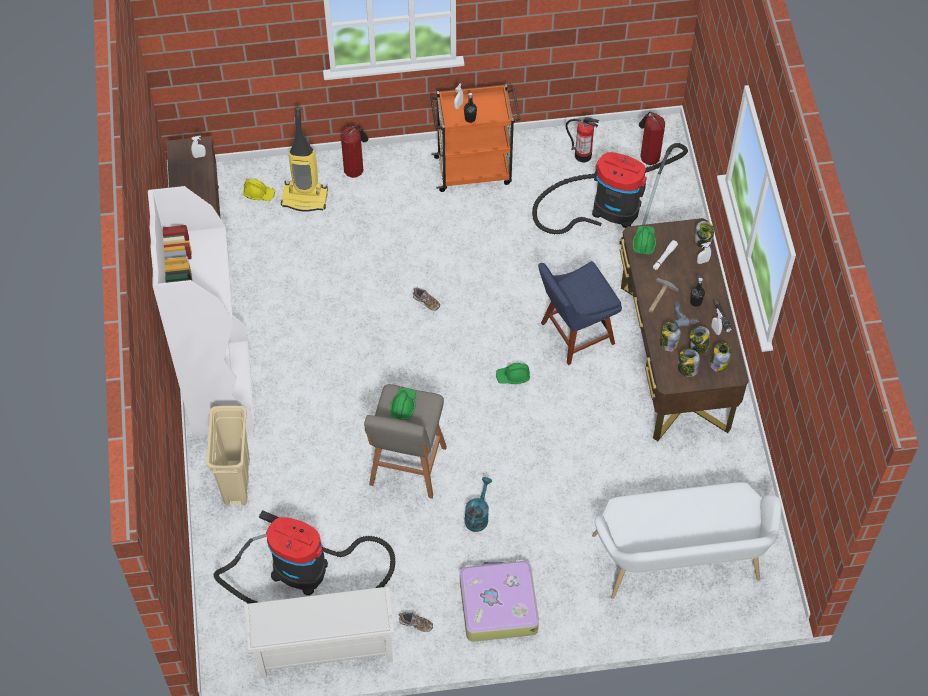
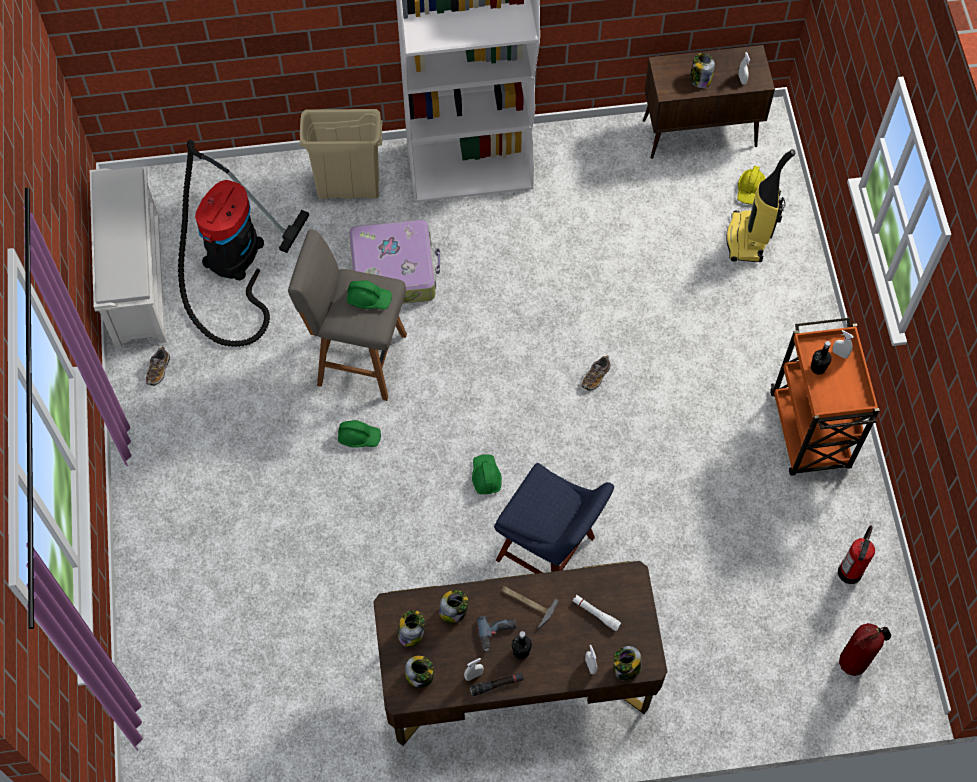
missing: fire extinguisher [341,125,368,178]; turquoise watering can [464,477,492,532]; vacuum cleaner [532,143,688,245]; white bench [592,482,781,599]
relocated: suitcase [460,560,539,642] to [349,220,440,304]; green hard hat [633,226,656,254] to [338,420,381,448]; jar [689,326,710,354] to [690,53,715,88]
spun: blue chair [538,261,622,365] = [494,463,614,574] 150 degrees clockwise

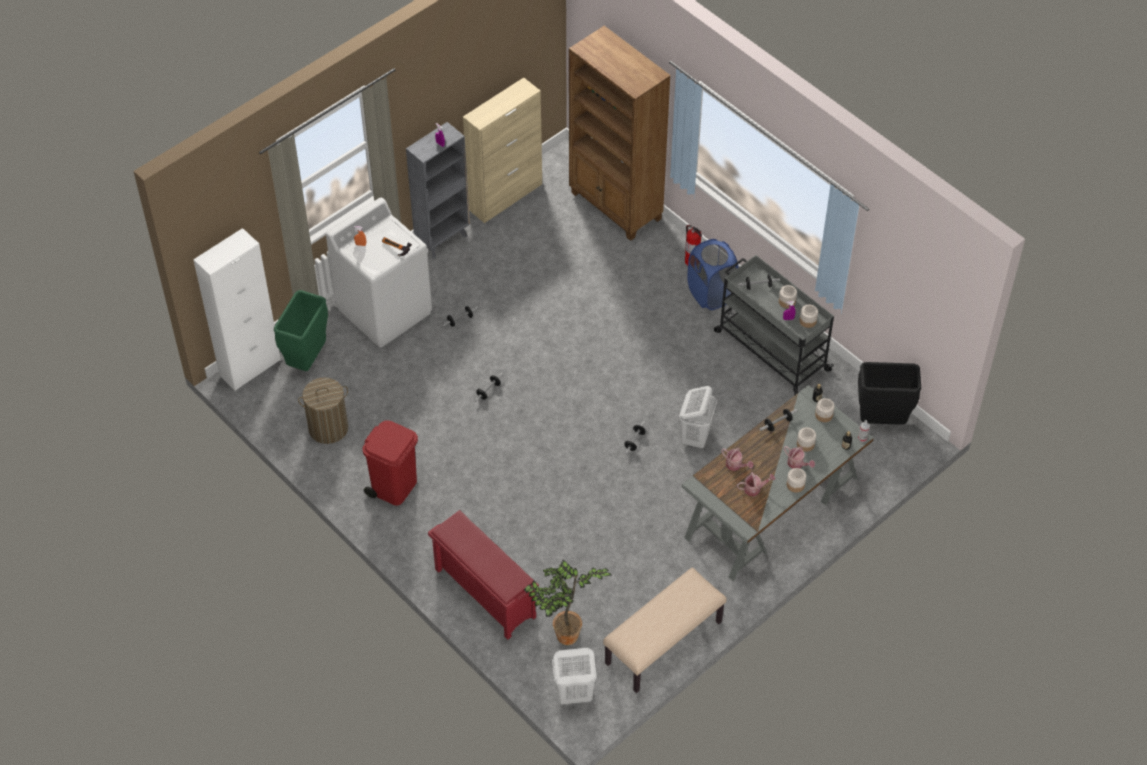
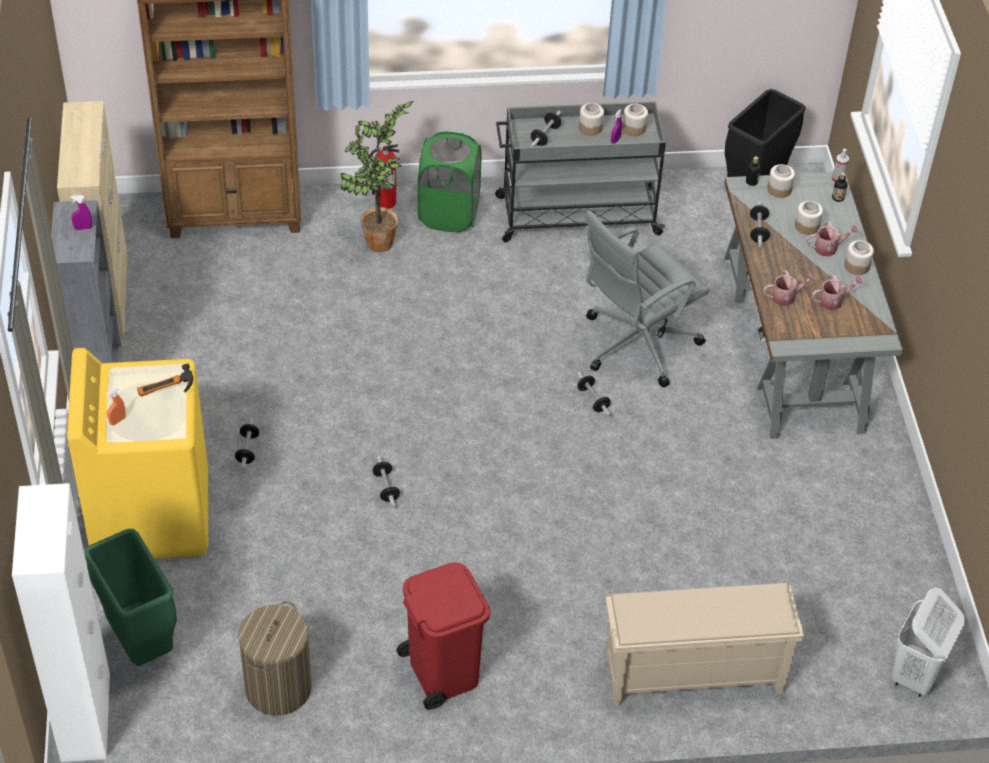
missing: beige bench [603,567,727,693]
relocated: potted plant [524,560,611,645] to [340,101,414,252]
exchanged: white laundry basket [679,386,717,448] to grey office chair [585,210,709,387]
colour: white washing machine [326,198,432,348] to yellow washing machine [67,348,208,559]; red shoe rack [428,510,539,640] to beige shoe rack [605,583,804,706]; blue laundry basket [687,239,739,310] to green laundry basket [418,131,481,232]
spun: watering can [737,472,775,496] = [812,274,863,310] 45 degrees clockwise

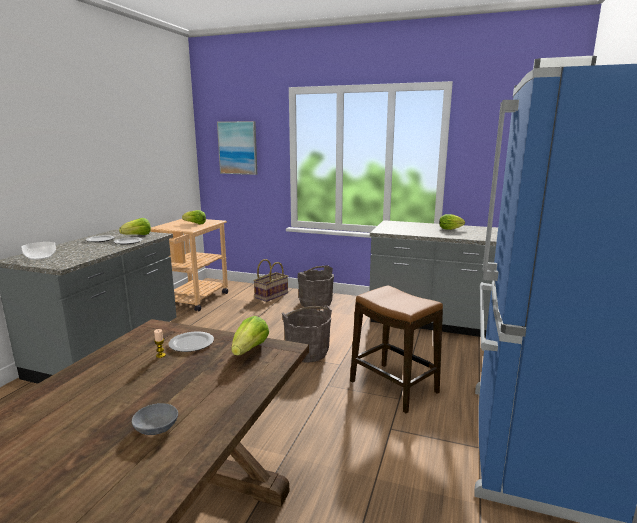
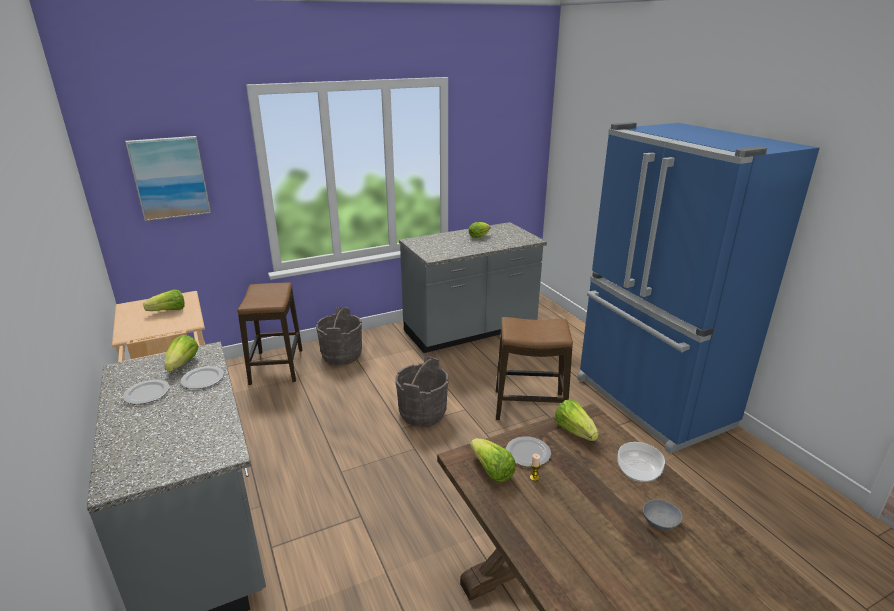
appeared: lettuce [470,438,516,483]
relocated: bowl [21,242,56,260] to [617,442,665,482]
exchanged: basket [253,259,288,302] to stool [237,282,302,385]

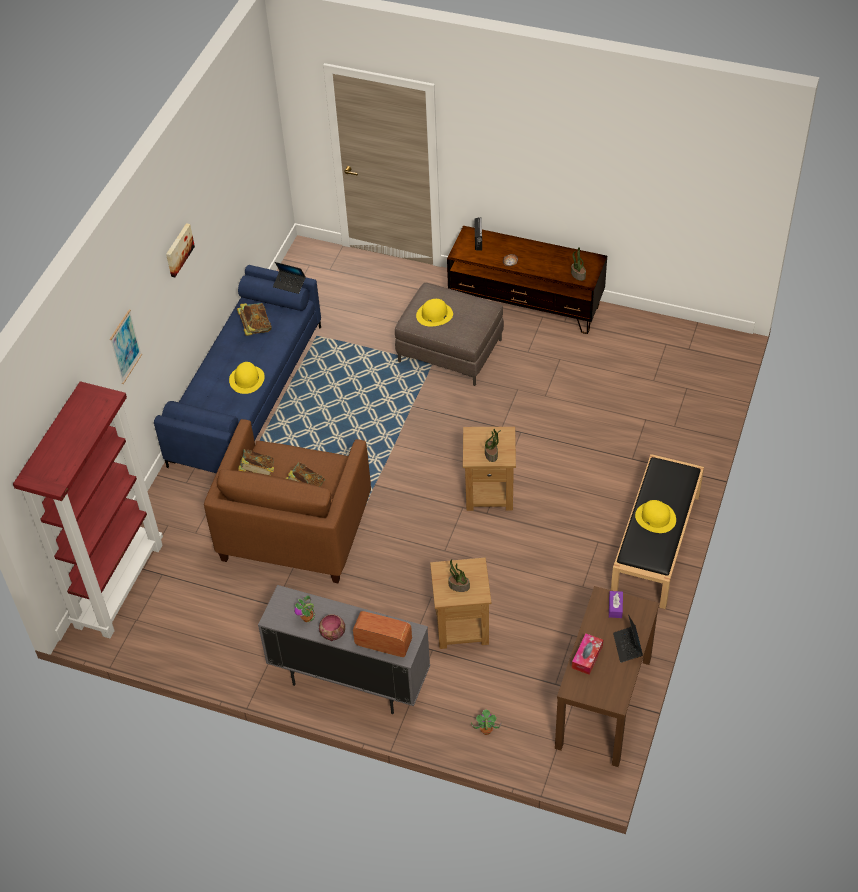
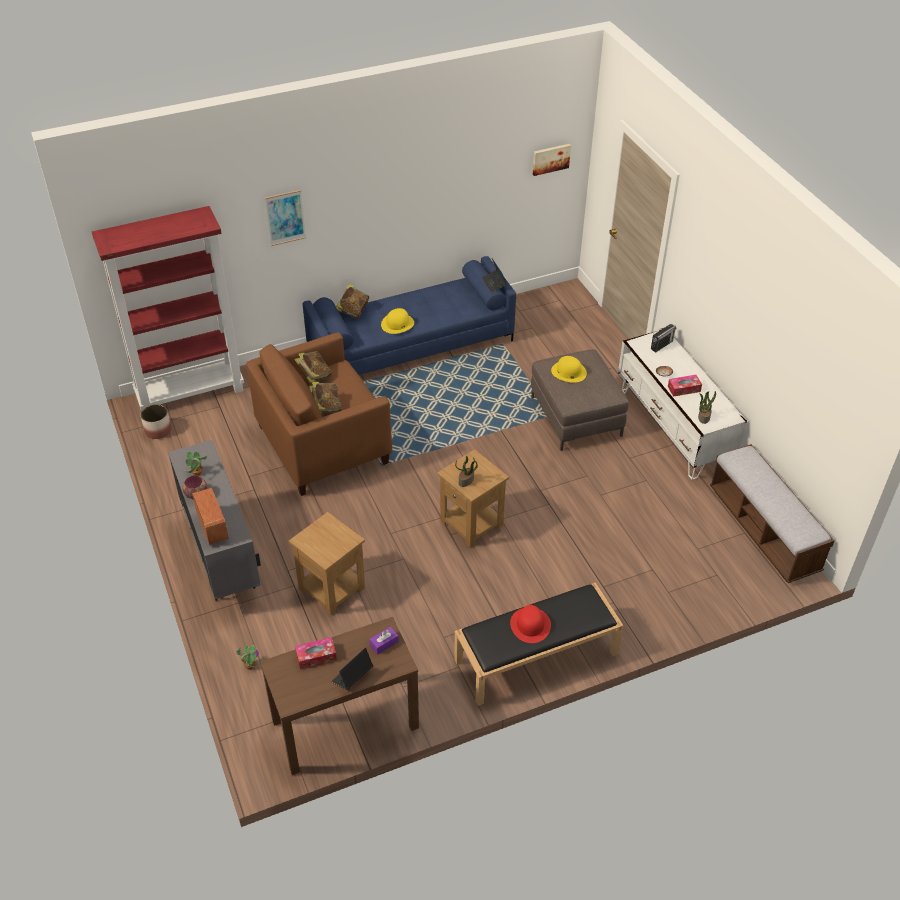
missing: potted plant [448,559,470,592]
appeared: planter [141,404,172,439]; tissue box [668,375,702,397]; bench [710,444,835,583]
relocated: picture [166,223,195,277] to [533,144,571,176]; book [237,303,272,336] to [336,284,369,319]
colour: brown tv stand [447,226,607,334] to white tv stand [618,330,747,480]; yellow hat [635,500,676,533] to red hat [510,605,551,643]

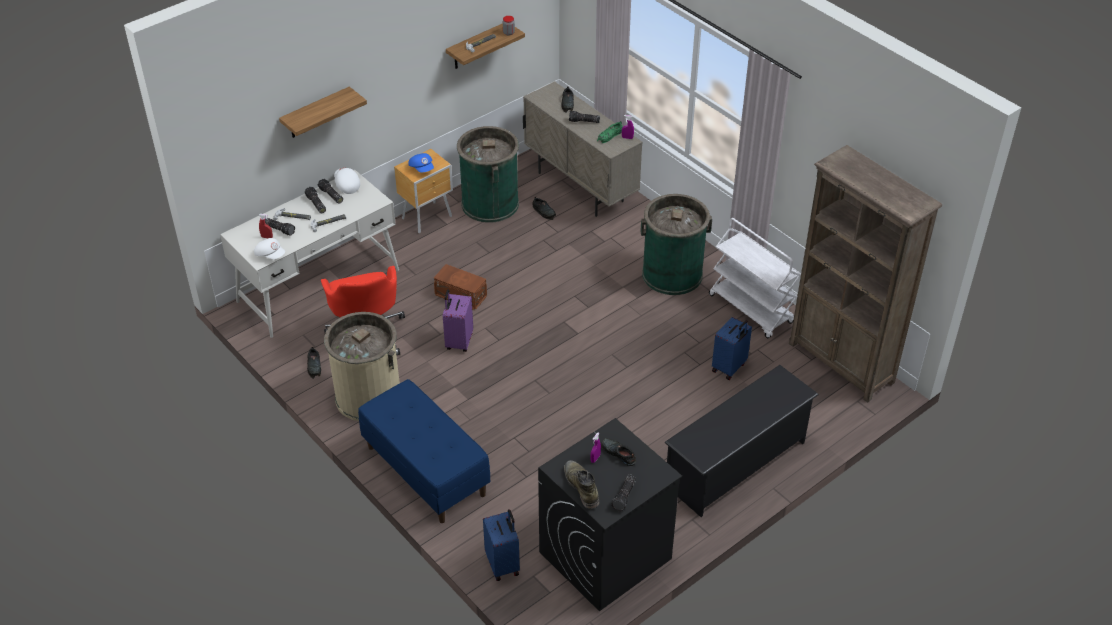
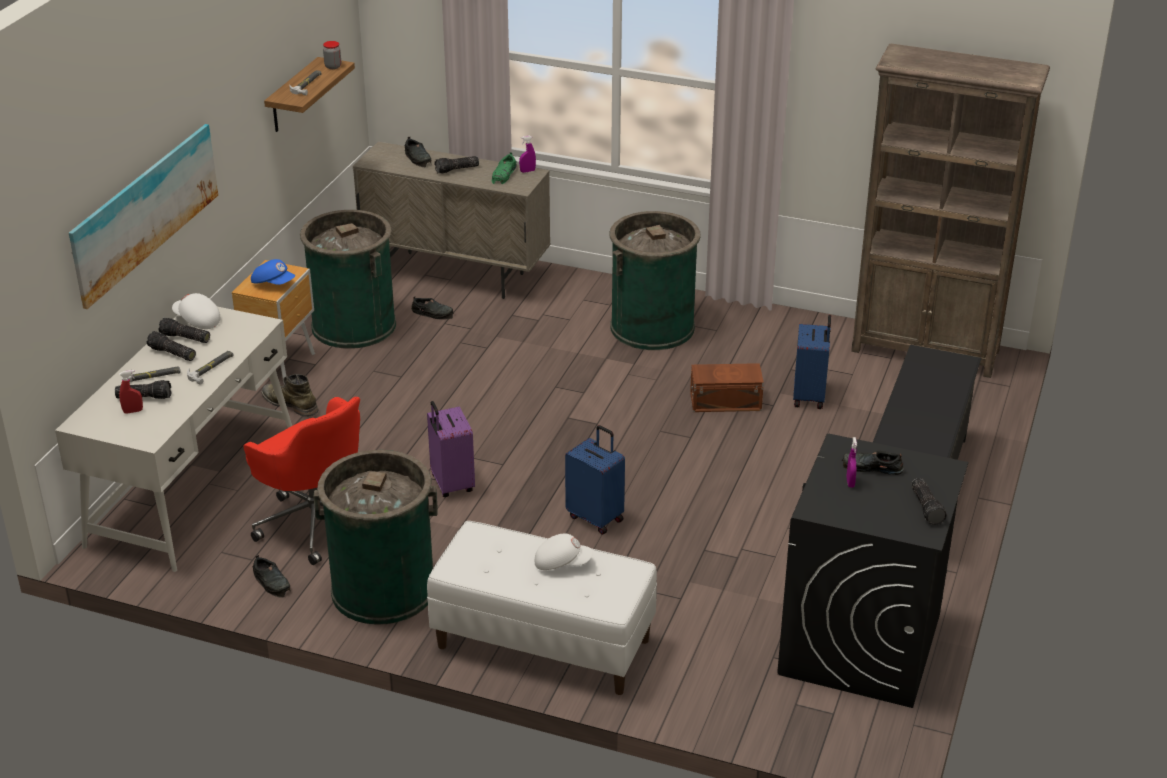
missing: white cart [709,218,801,338]
relocated: white cap [254,238,285,259] to [535,533,593,570]; brown storage box [434,264,487,310] to [690,363,764,412]; blue suitcase [483,509,520,581] to [565,425,625,534]; green boot [564,460,600,509] to [262,374,319,417]
exchanged: shelf [279,87,367,138] to picture [69,124,218,309]
colour: beige trash can [324,312,400,421] to green trash can [313,450,438,625]; blue bench [358,379,490,523] to white bench [427,521,657,695]

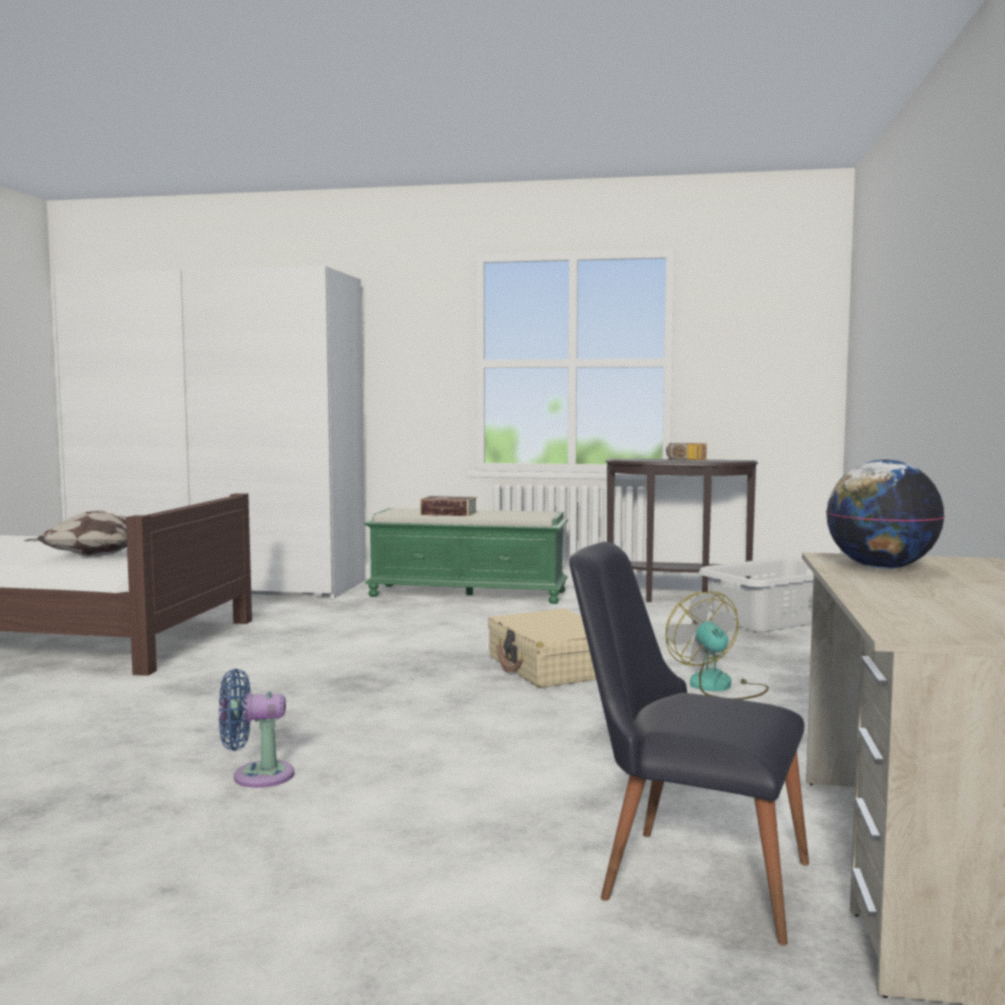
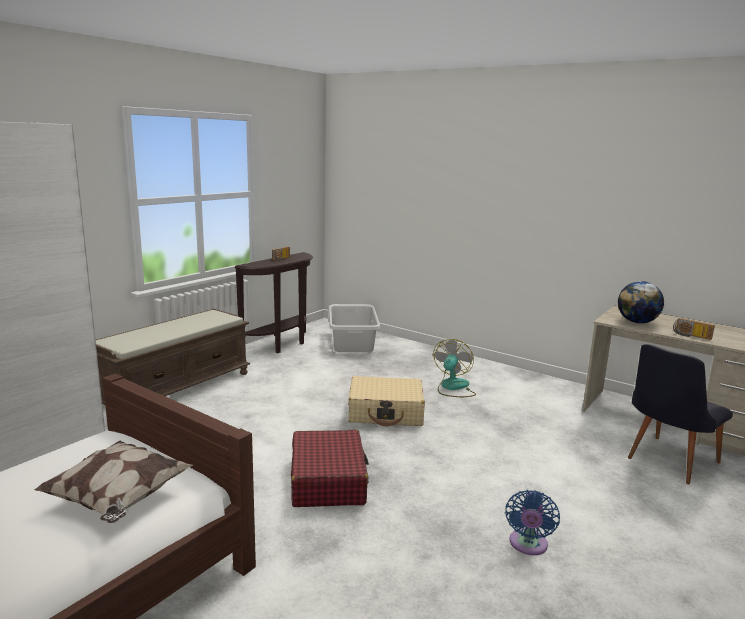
missing: book [420,496,477,516]
appeared: red suitcase [291,430,369,507]; radio [673,318,715,340]
colour: green bench [364,508,568,604] to brown bench [96,309,250,405]
spun: fan [666,591,769,700] = [433,339,476,397] 105 degrees clockwise

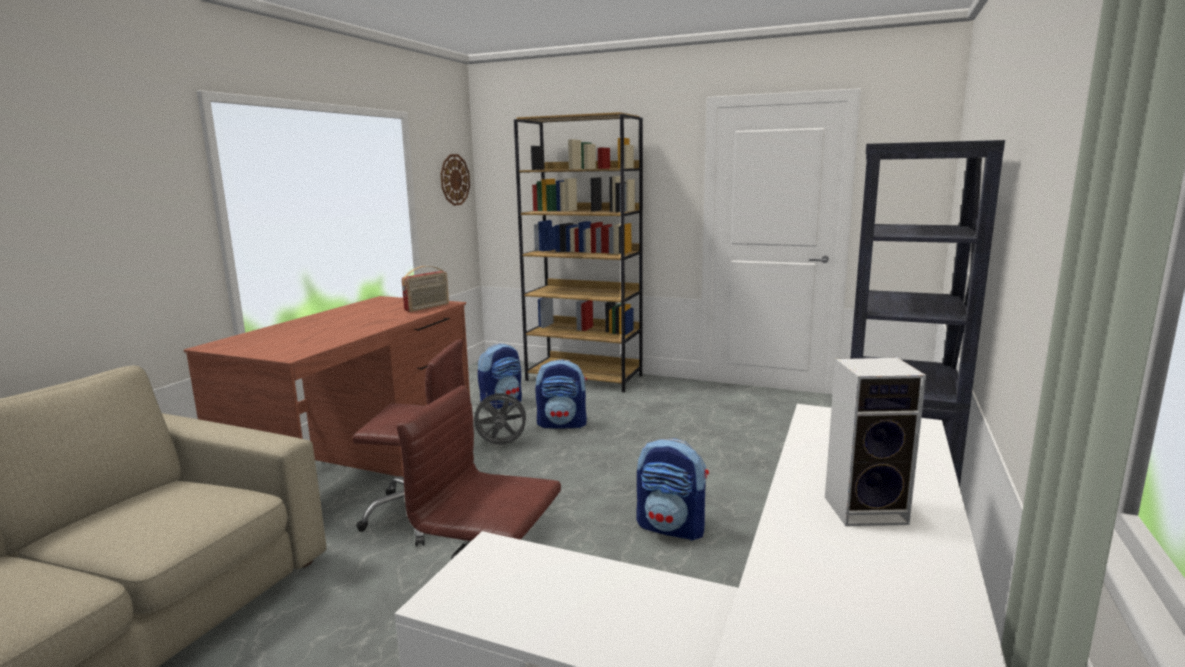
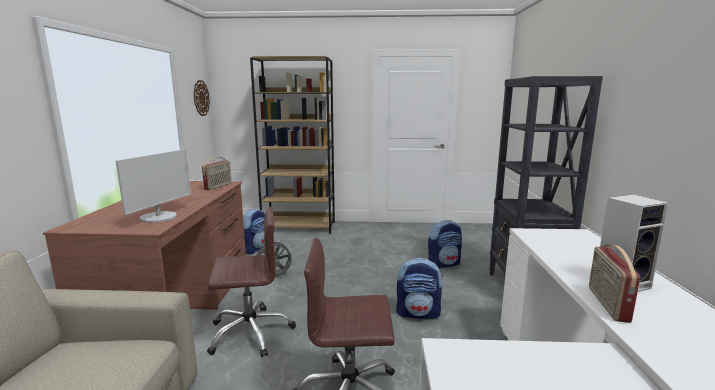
appeared: monitor [116,149,191,223]; radio [589,244,640,323]
relocated: backpack [535,359,587,429] to [428,220,462,268]

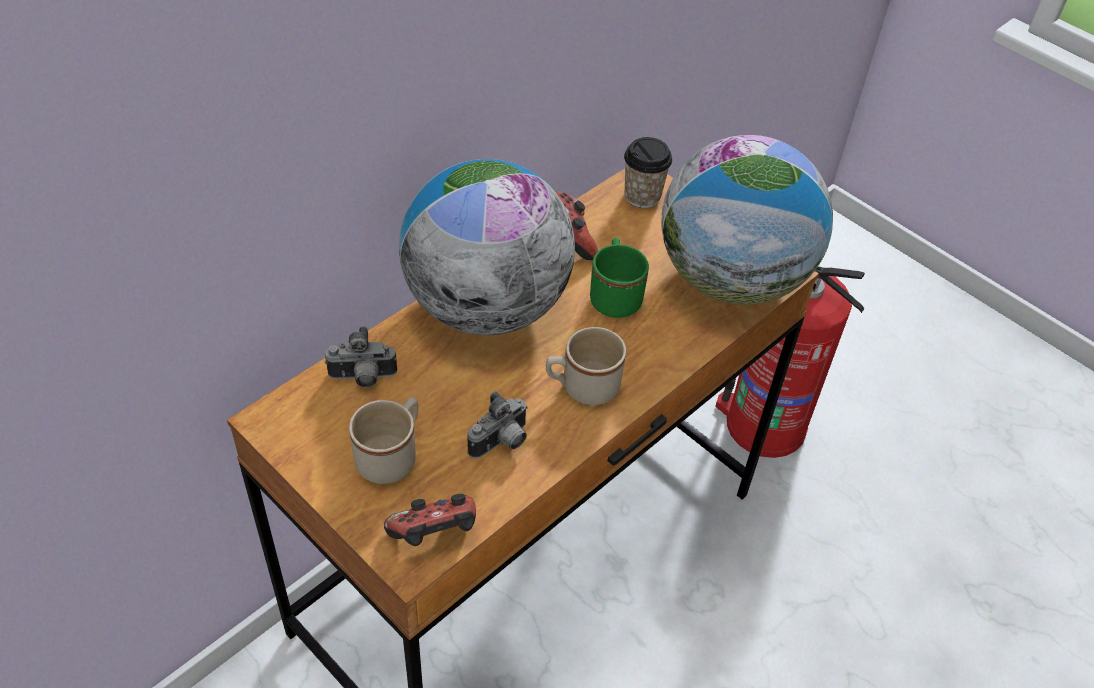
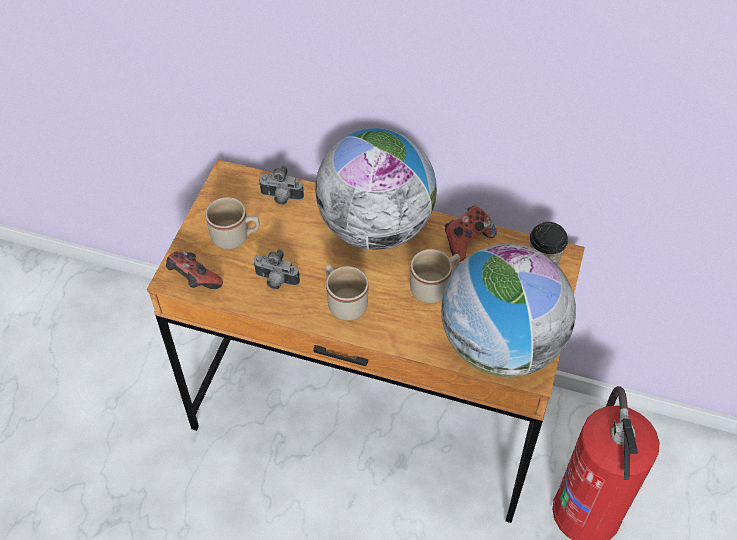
colour: green mug [590,238,649,318] to beige mug [410,249,460,303]
spun: photo camera [325,326,397,388] = [258,165,304,205] 45 degrees counterclockwise

